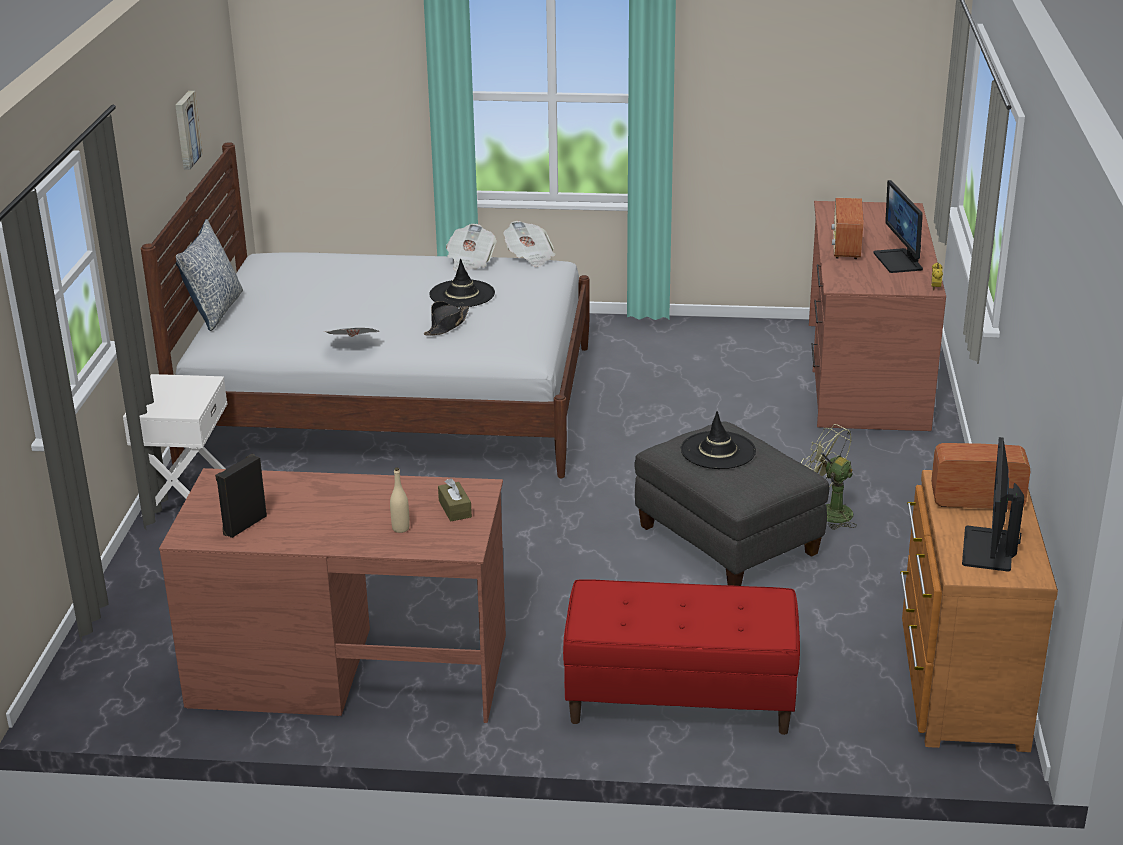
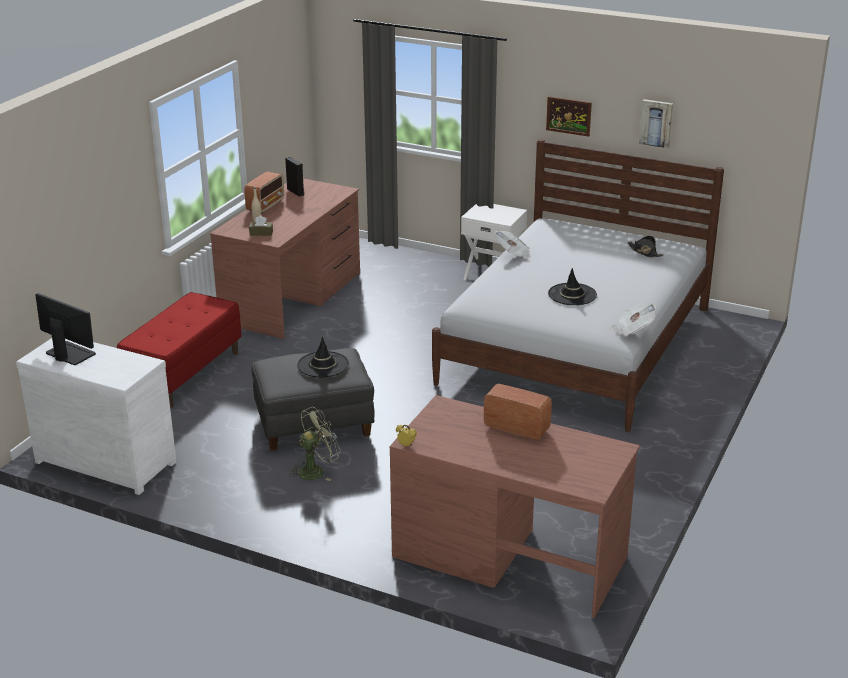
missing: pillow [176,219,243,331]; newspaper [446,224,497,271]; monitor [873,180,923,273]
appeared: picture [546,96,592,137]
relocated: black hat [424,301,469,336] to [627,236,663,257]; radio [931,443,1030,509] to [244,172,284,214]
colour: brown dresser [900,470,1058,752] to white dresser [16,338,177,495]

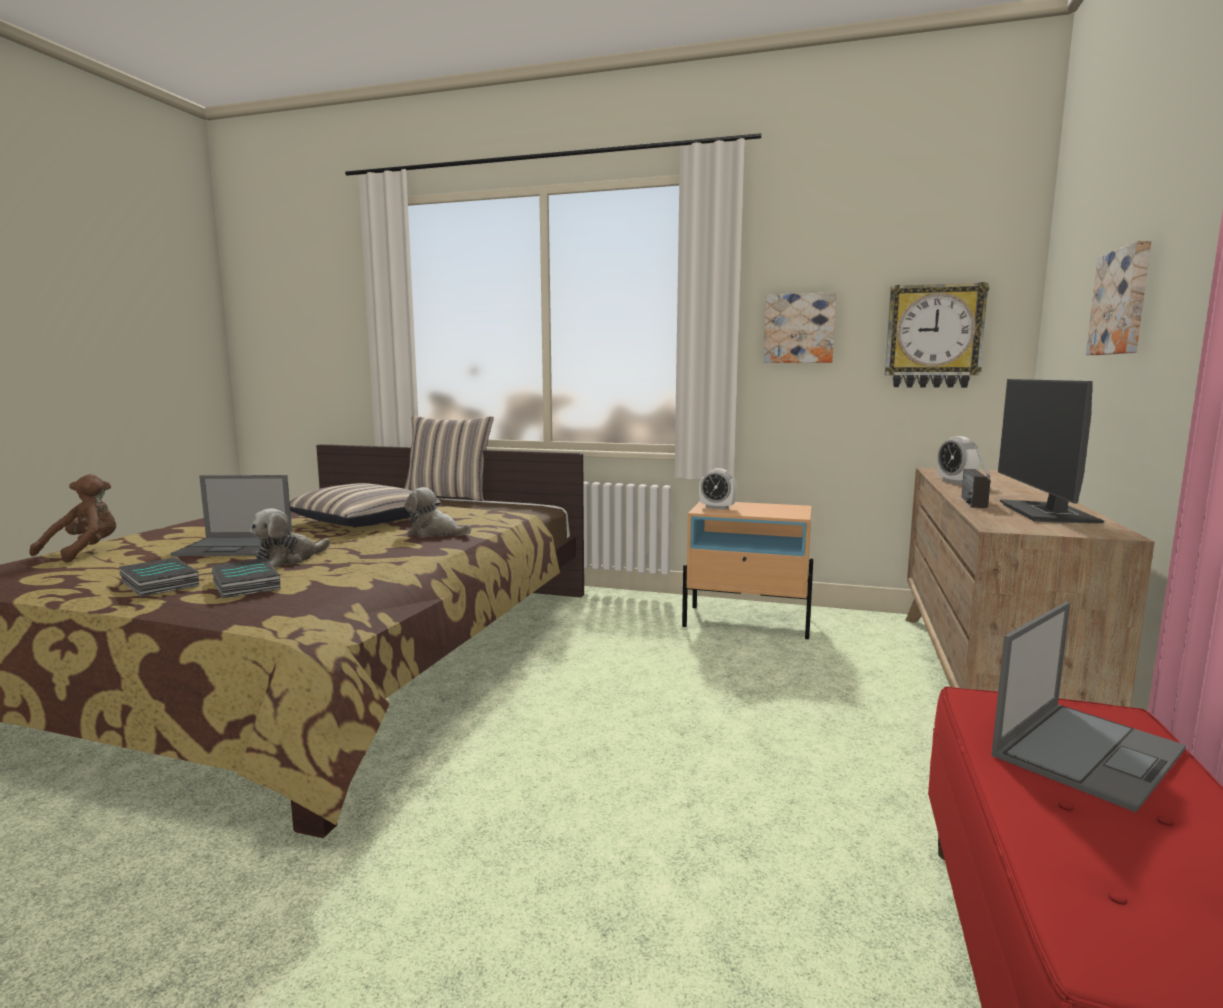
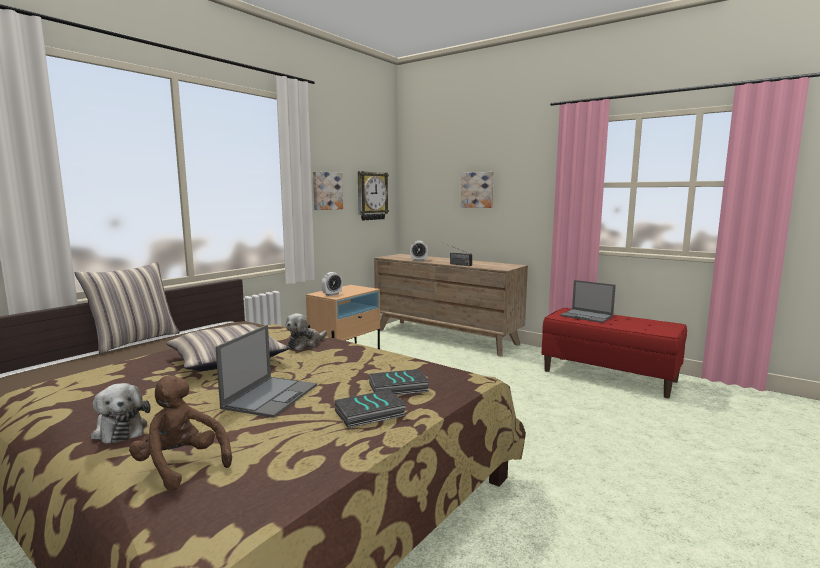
missing: monitor [998,379,1104,524]
relocated: plush toy [250,509,330,567] to [91,383,151,444]
spun: laptop [991,602,1186,812] = [560,280,616,323] 150 degrees clockwise

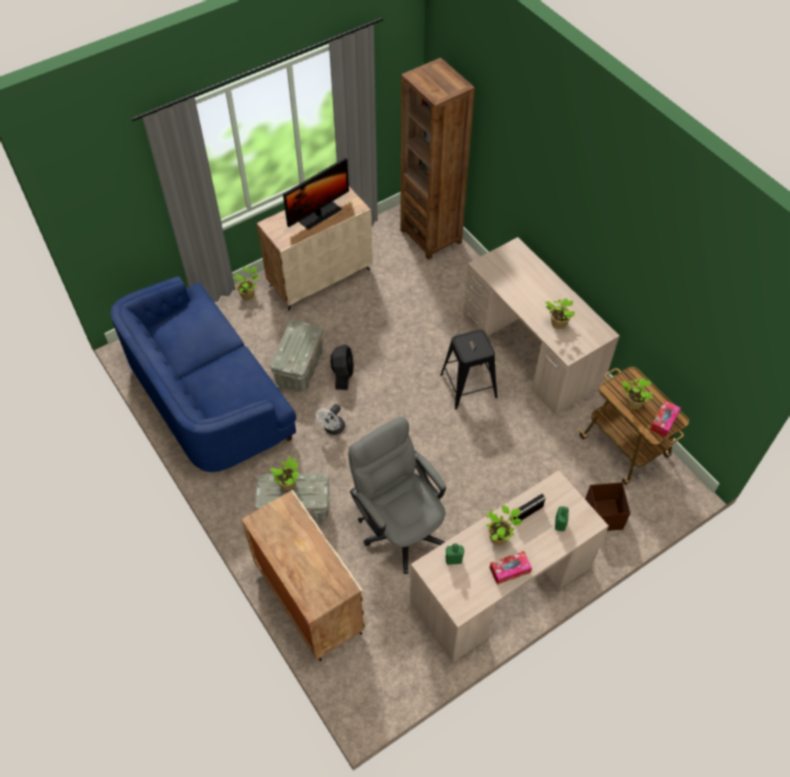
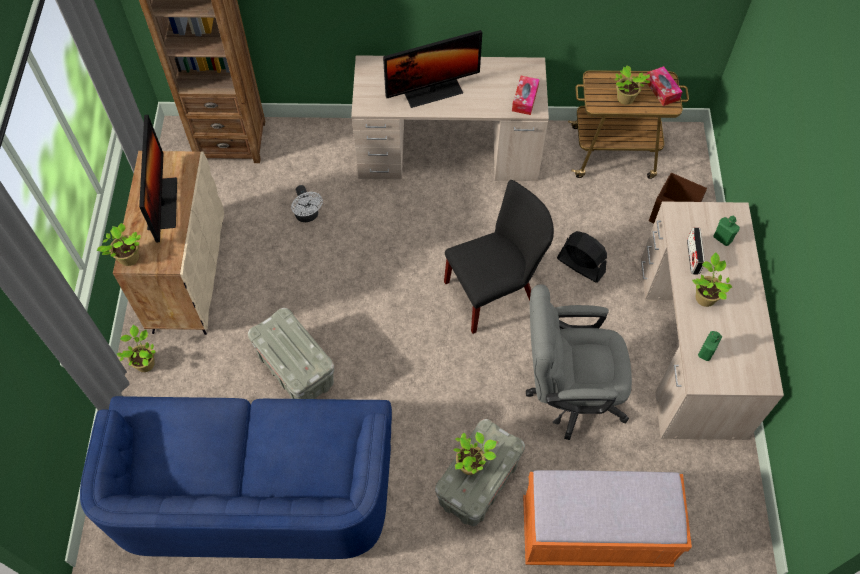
missing: black stool [440,329,497,409]
appeared: monitor [383,30,482,108]; black chair [444,180,554,334]
relocated: white fan [316,404,345,435] to [291,185,323,222]; black fan [330,344,354,390] to [557,231,607,283]; tissue box [490,551,532,585] to [512,76,539,115]; potted plant [545,298,575,329] to [97,223,141,266]
exchanged: beige cabinet [241,490,366,661] to orange bench [523,470,692,567]

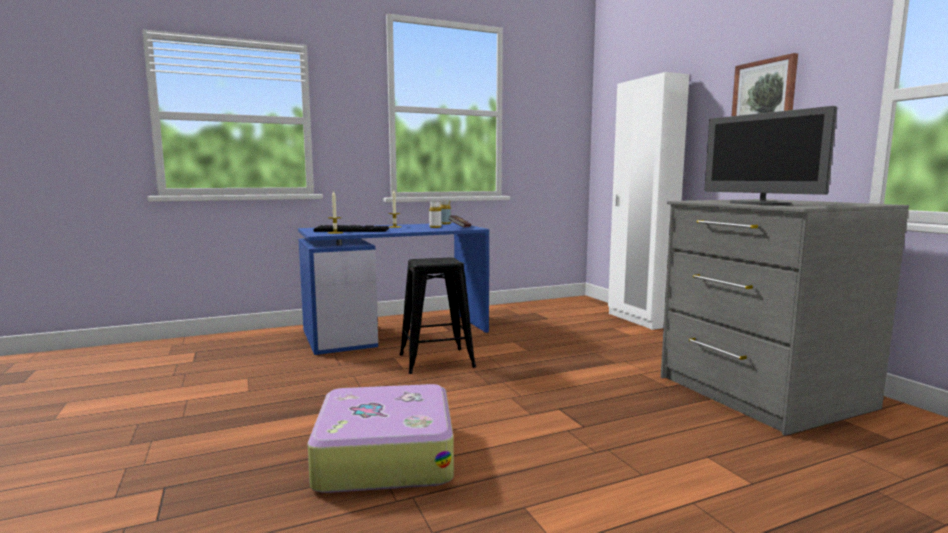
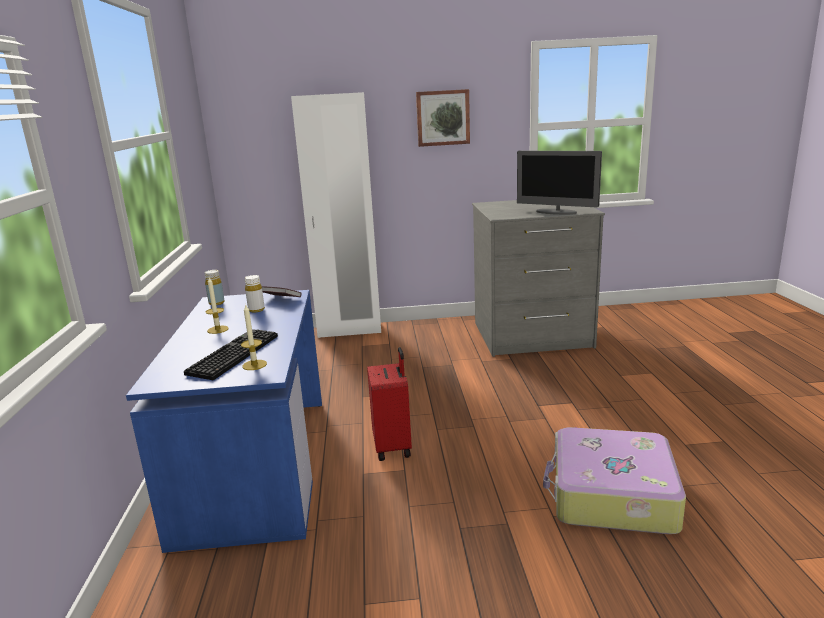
exchanged: black stool [400,257,476,374] to red suitcase [367,347,412,461]
spun: monitor [704,106,837,206] = [517,151,602,215] 45 degrees clockwise

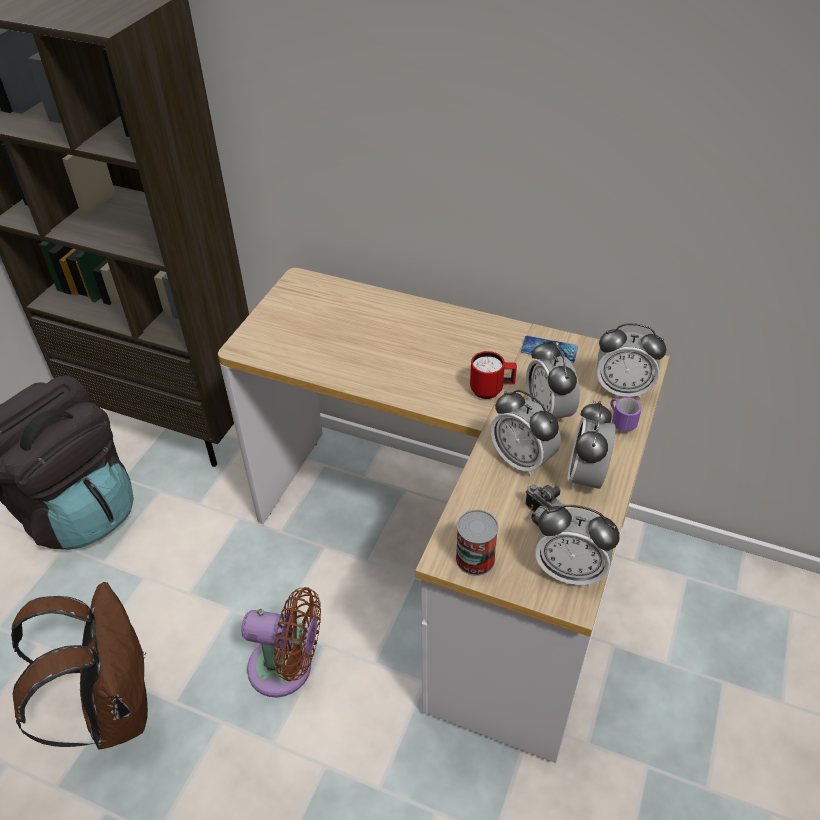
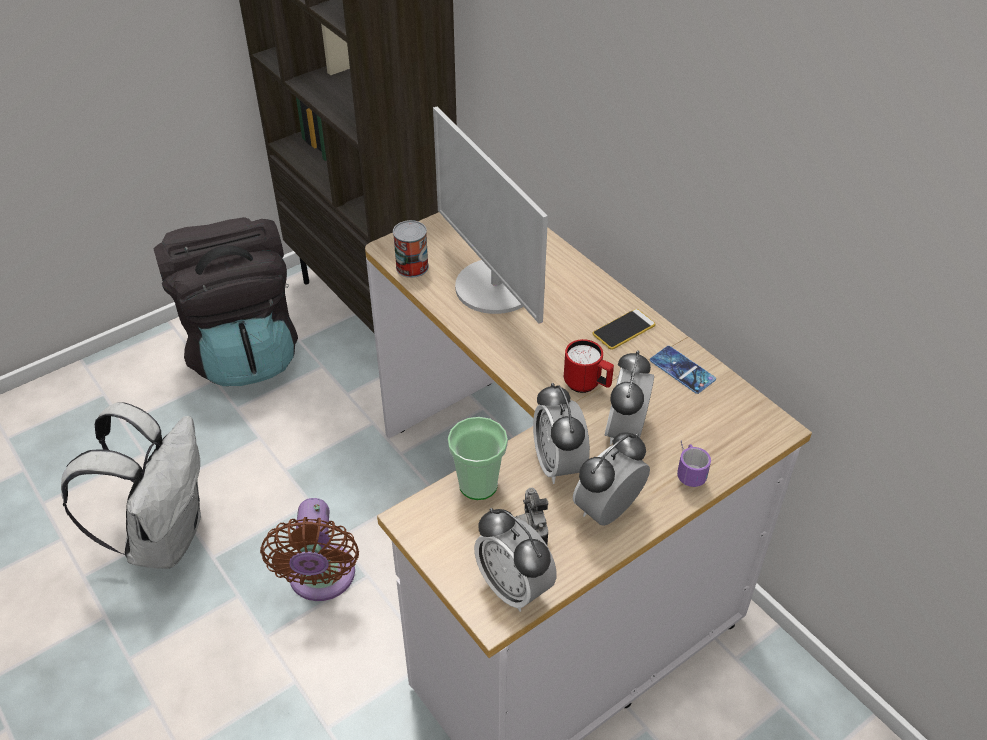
missing: alarm clock [597,323,666,399]
appeared: monitor [433,107,548,323]; cup [448,417,508,500]; phone [593,309,655,350]
relocated: can [456,510,498,576] to [393,220,429,278]
colour: brown backpack [11,582,148,750] to white backpack [61,402,201,569]
spun: brown fan [241,587,321,697] = [260,498,359,601] 45 degrees clockwise

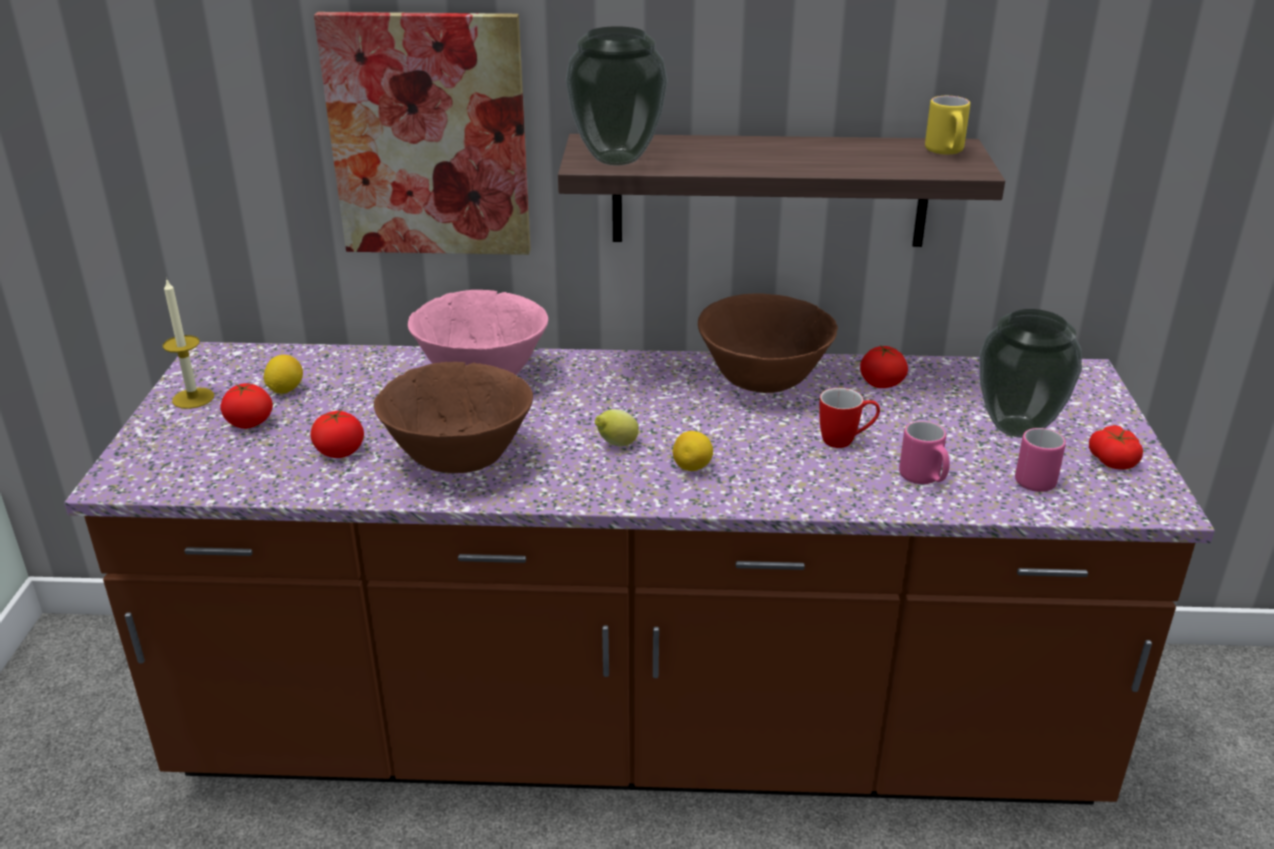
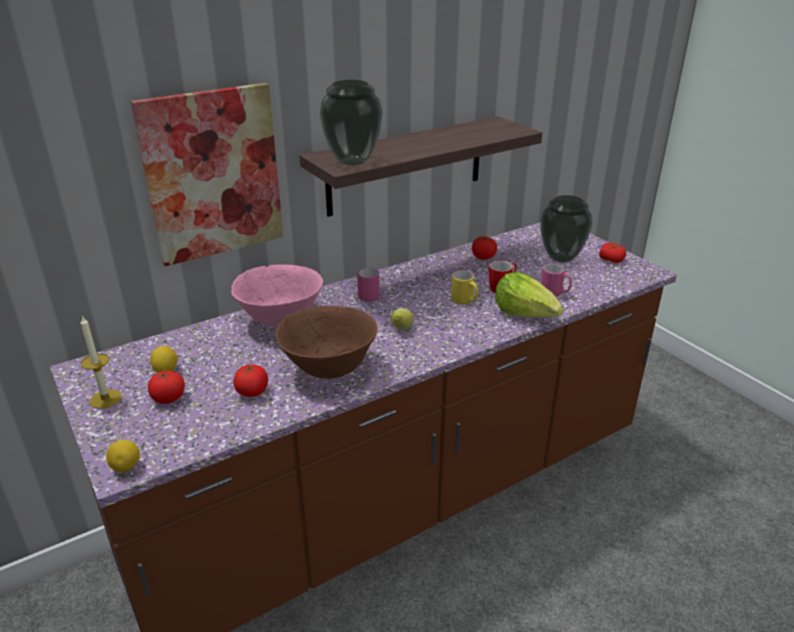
missing: brown bowl [698,293,838,393]
appeared: lettuce [495,272,563,318]
relocated: lemon [673,431,713,471] to [106,440,140,472]; yellow mug [925,96,970,155] to [451,270,478,304]; pink mug [1015,428,1066,492] to [357,268,380,301]

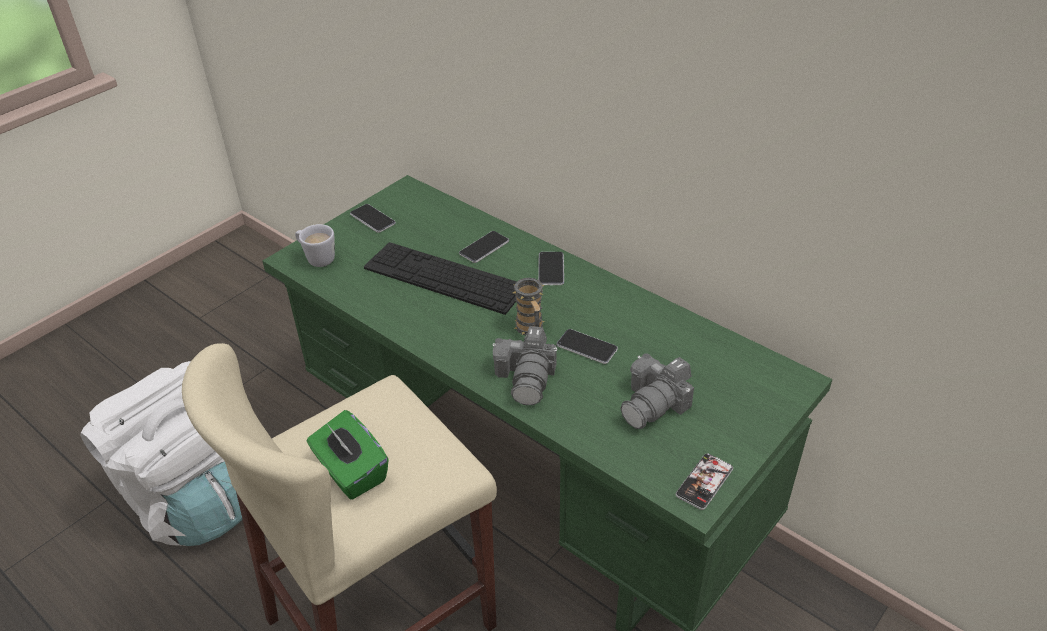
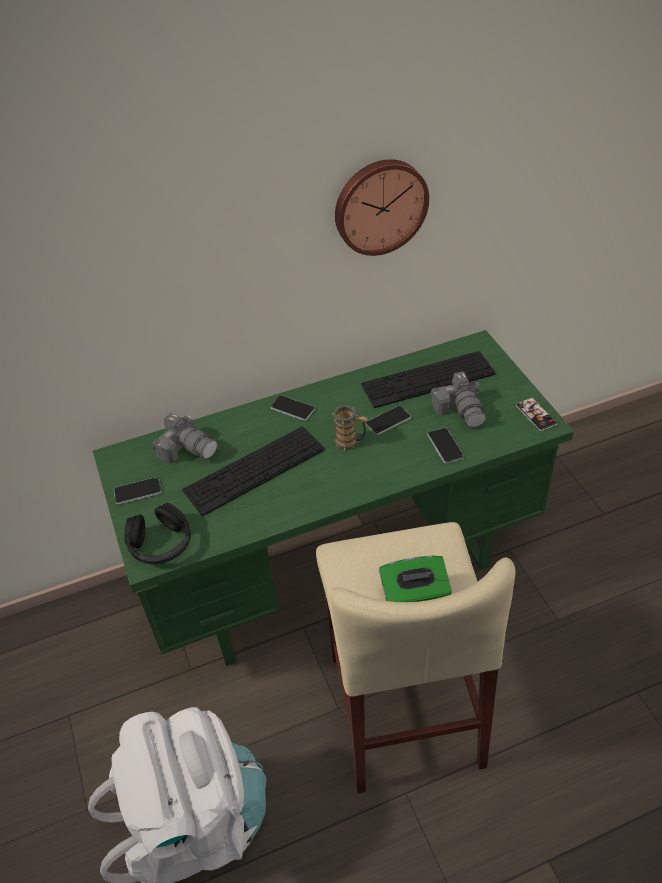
appeared: wall clock [335,159,429,256]; keyboard [361,351,496,408]
relocated: phone [459,231,509,263] to [427,428,464,464]; photo camera [493,326,557,405] to [152,413,218,463]
exchanged: white mug [295,224,335,267] to black headphones [124,503,191,565]

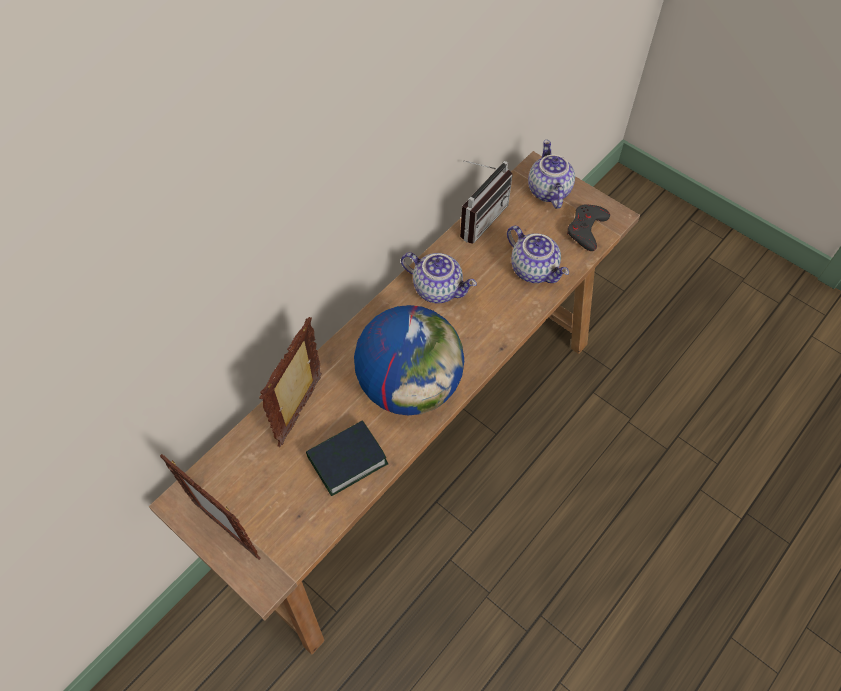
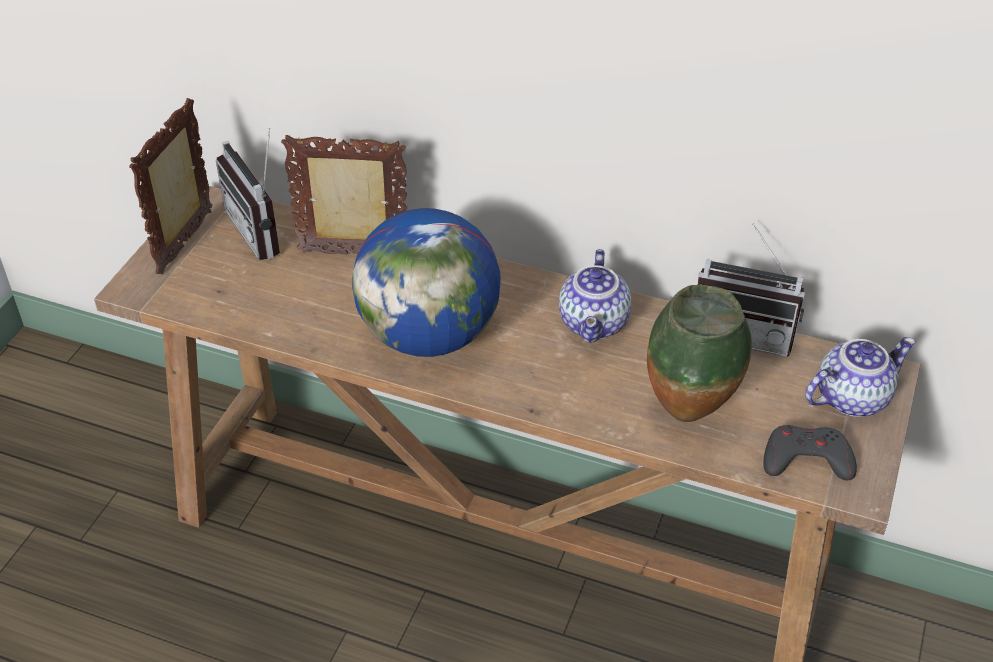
missing: book [306,420,388,496]
appeared: radio [216,128,280,260]
exchanged: teapot [507,226,569,283] to vase [647,285,752,422]

